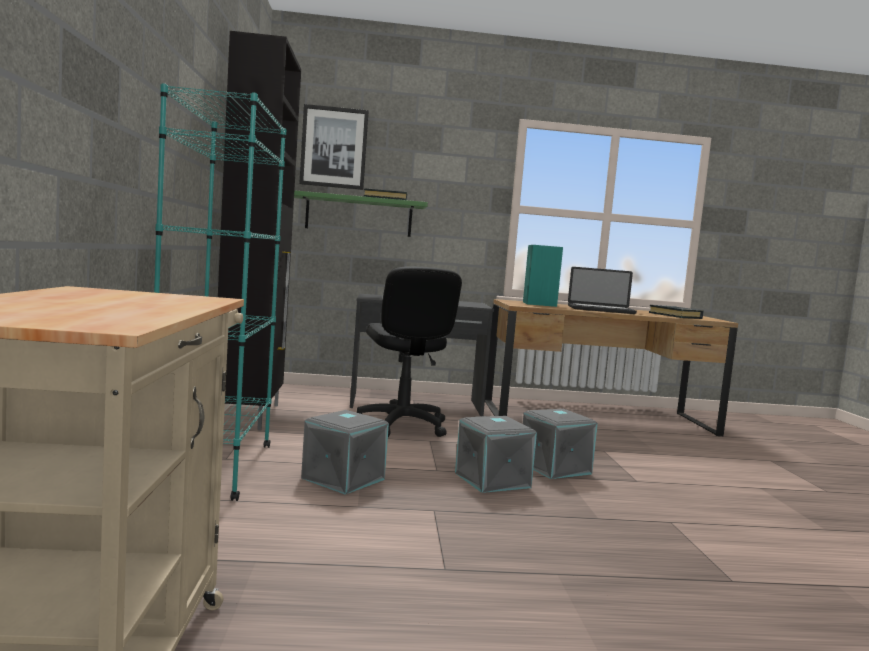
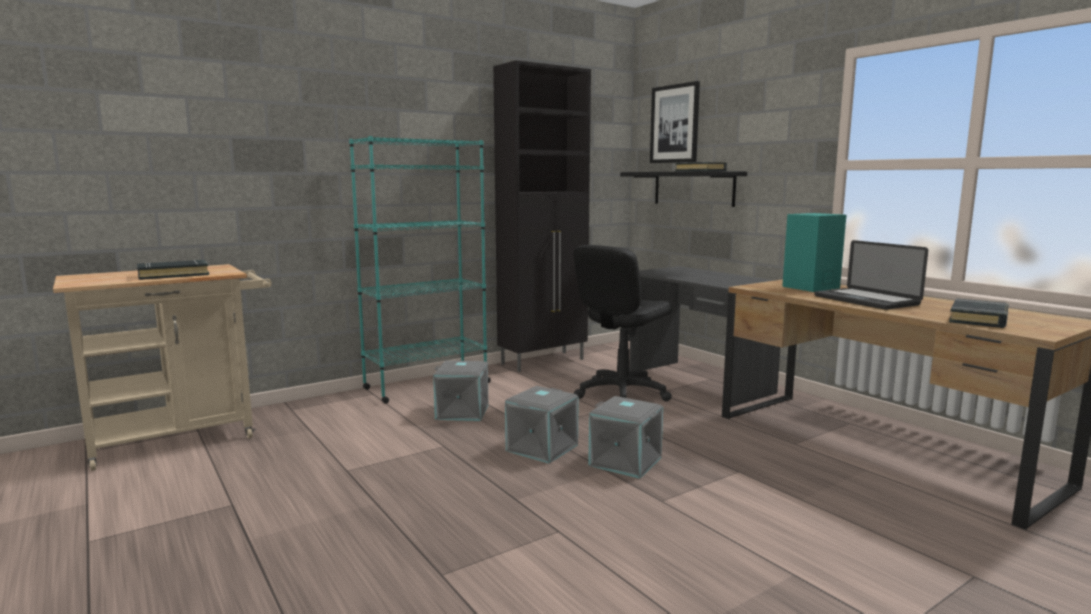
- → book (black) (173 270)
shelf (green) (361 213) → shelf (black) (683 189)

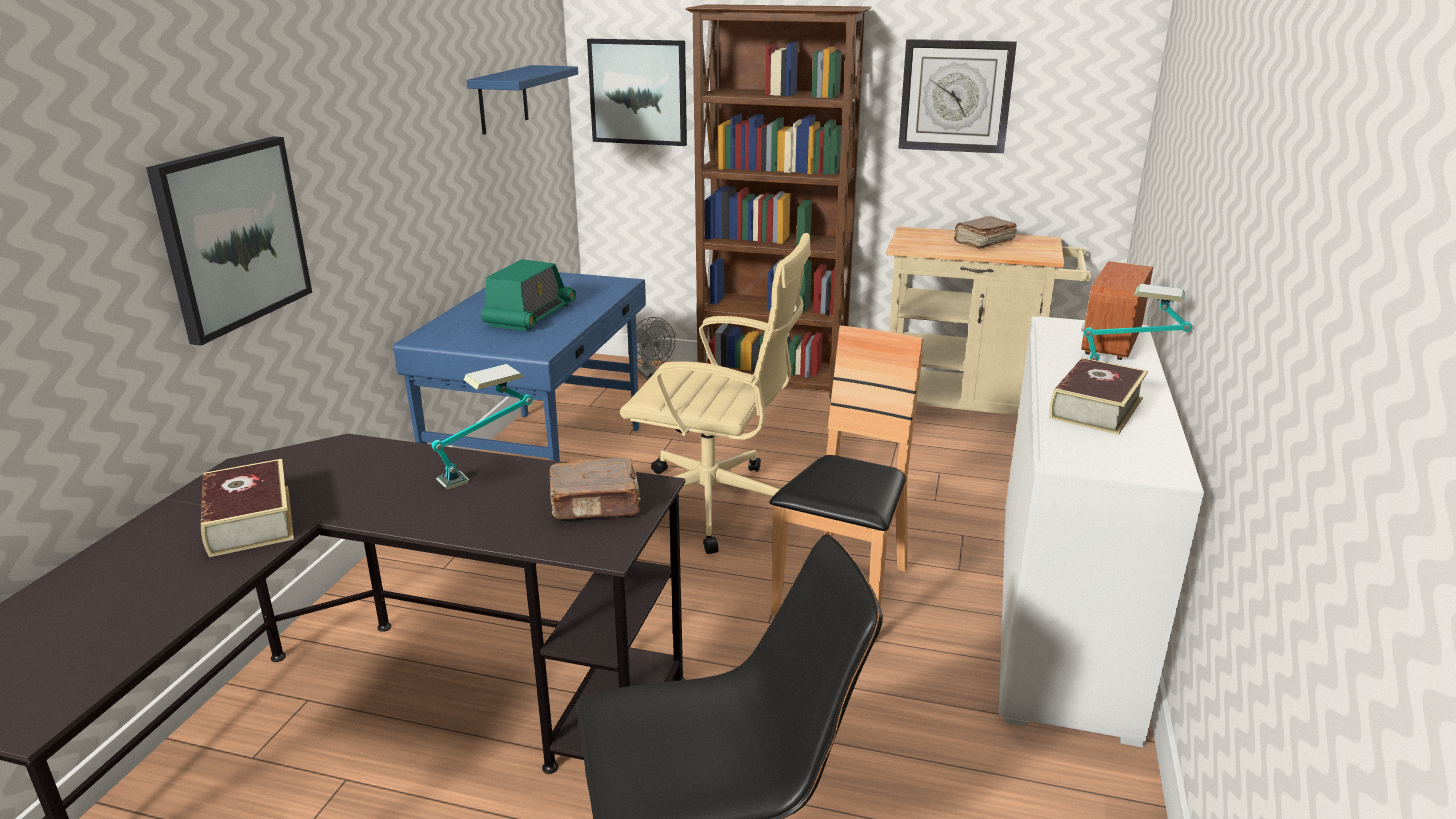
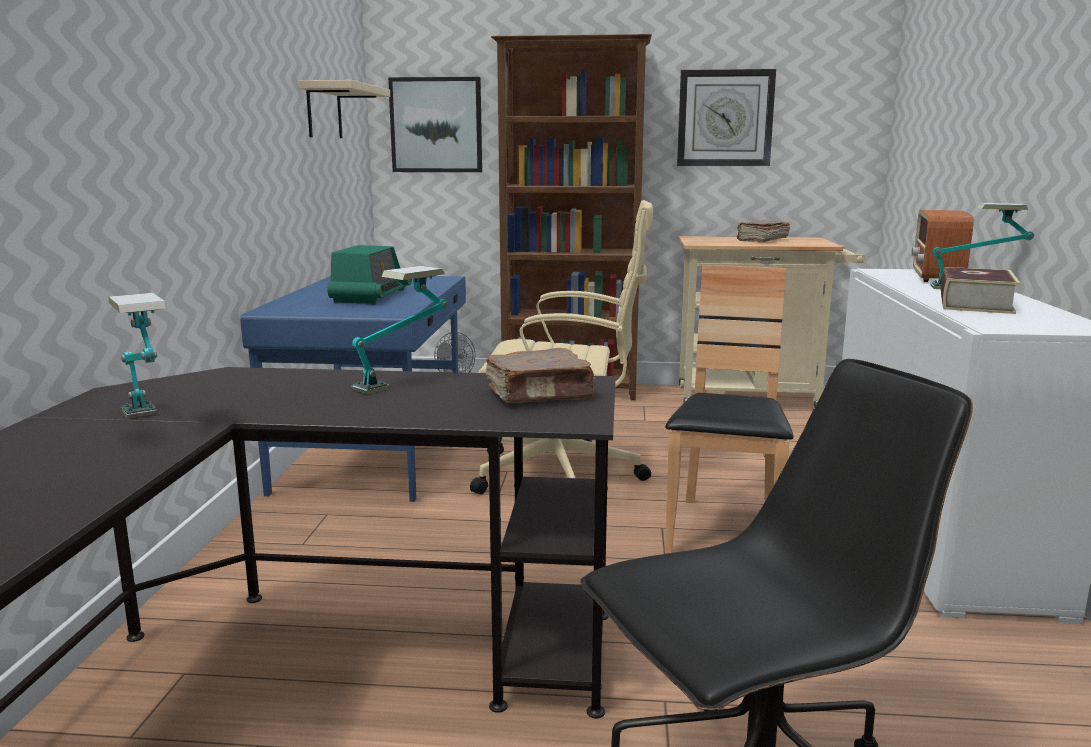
book (247 508) → table lamp (137 356)
shelf (blue) (522 100) → shelf (beige) (344 109)
picture (229 241) → -

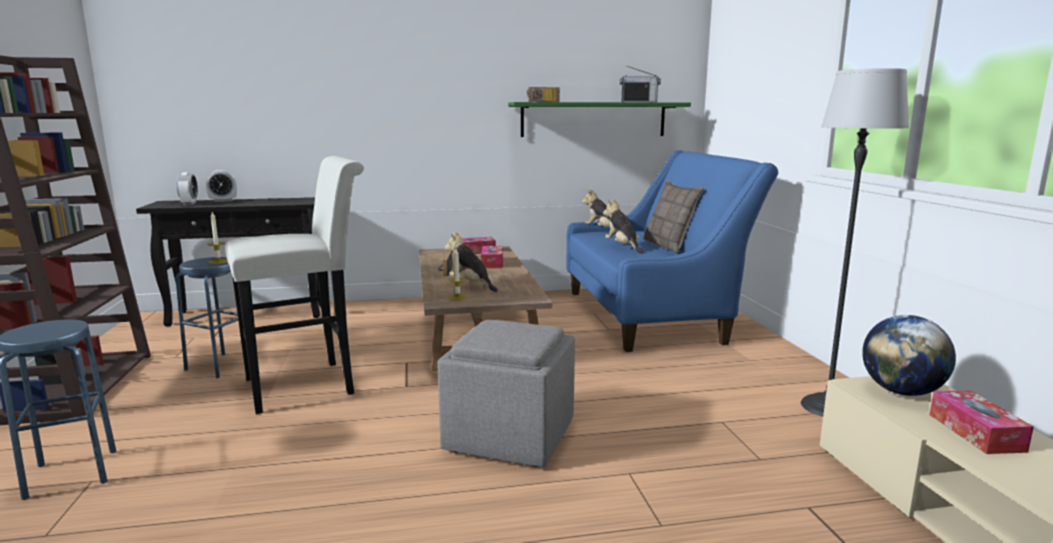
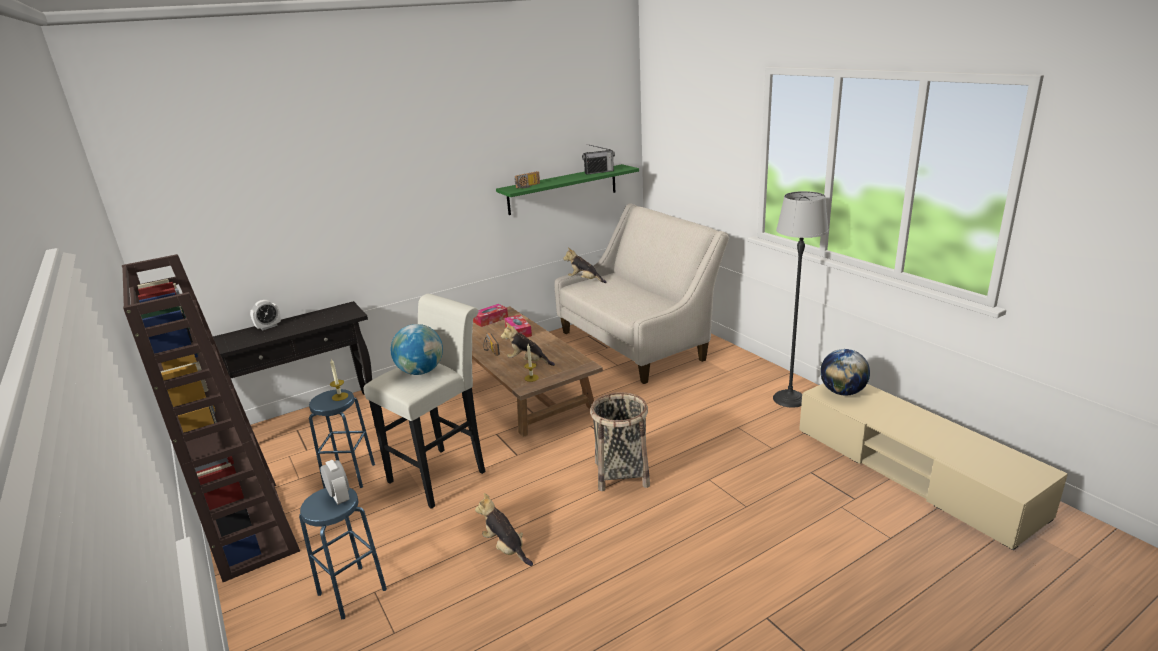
alarm clock (187 189) → alarm clock (334 482), move
- → globe (417 349)
plush toy (623 226) → plush toy (504 529), move
sofa (blue) (672 251) → sofa (beige) (642 293)
ottoman (grey) (506 393) → basket (620 441)
pillow (674 216) → -
tissue box (981 422) → -

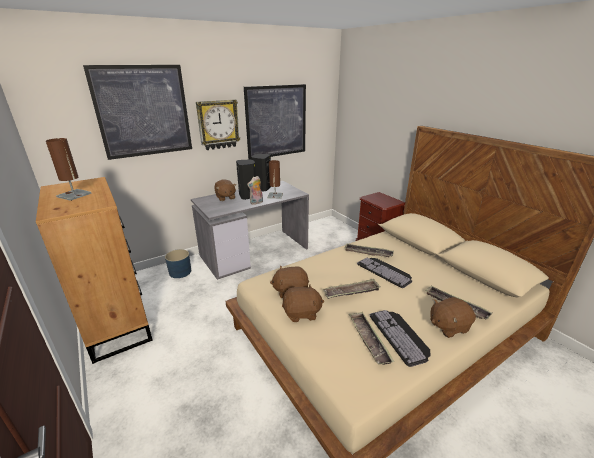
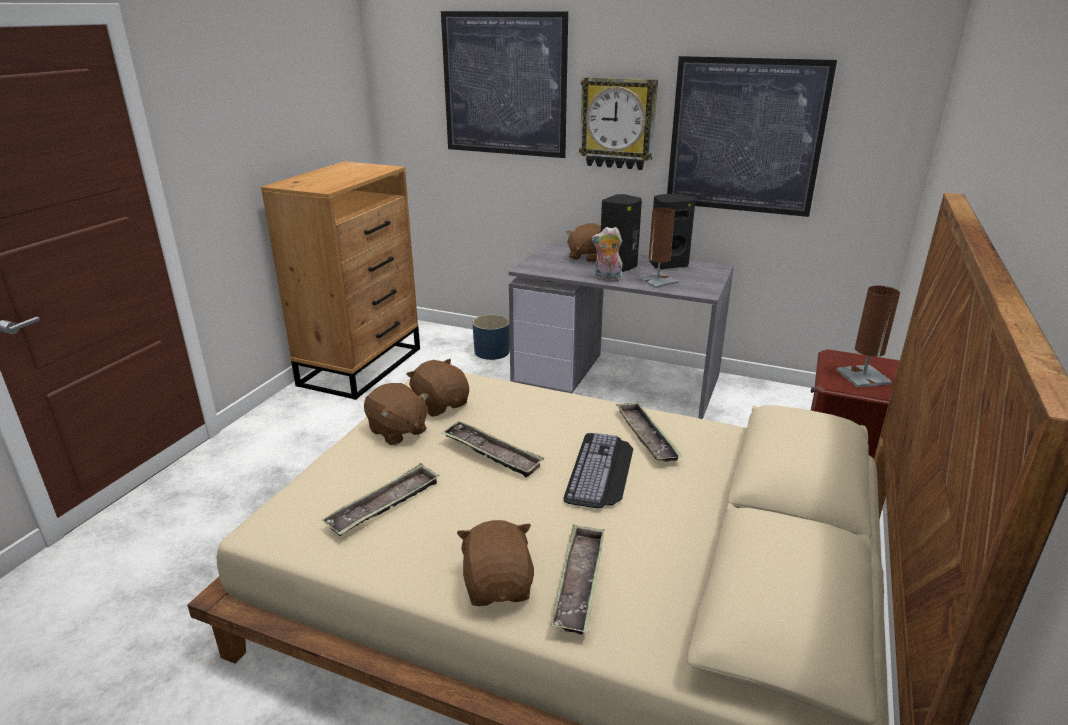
plush toy (brown) (453 317) → plush toy (brown) (495 563), 45 degrees clockwise
table lamp (brown) (69 169) → table lamp (brown) (868 336), move
keyboard (400 338) → -

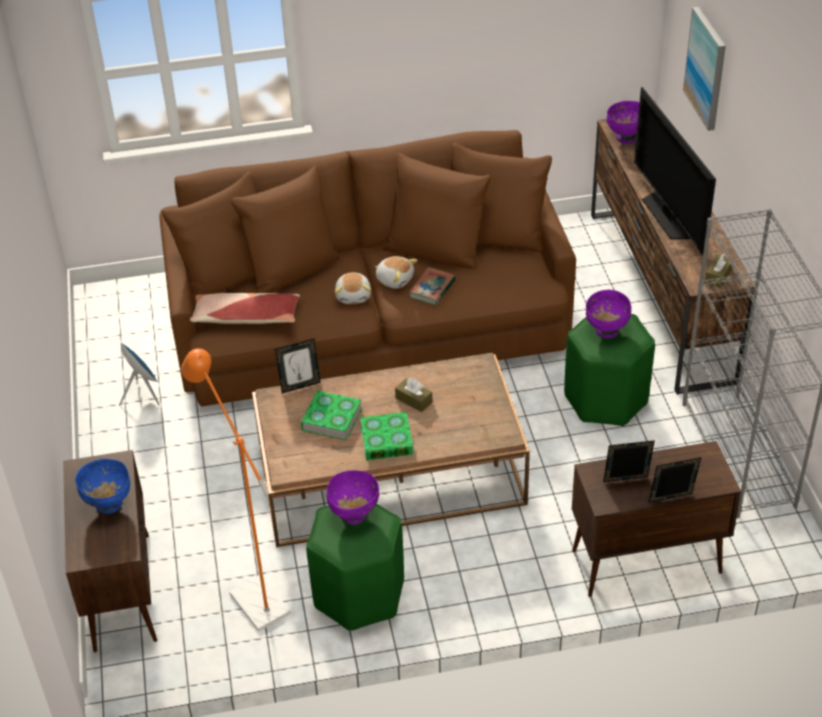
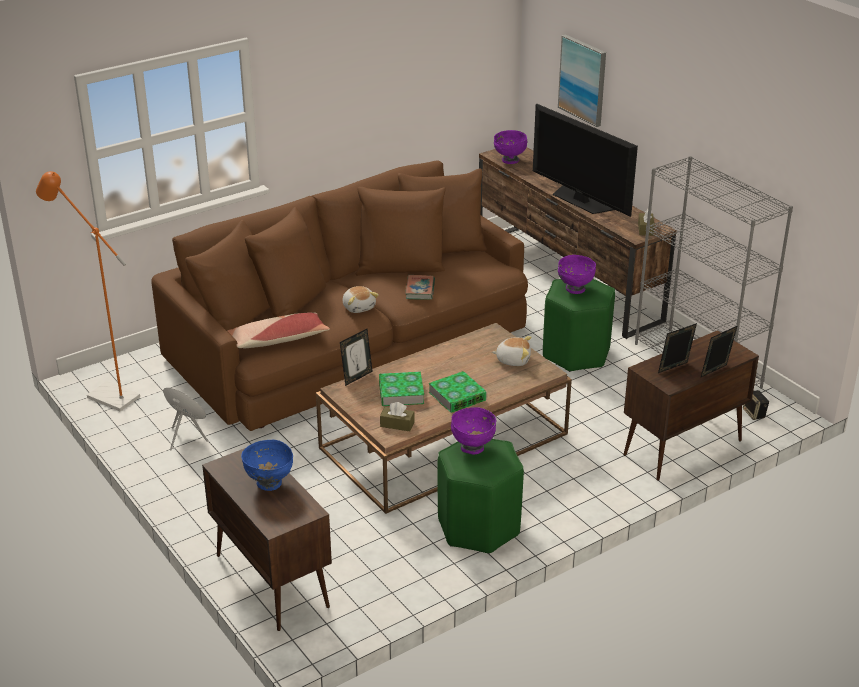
floor lamp (orange) (236 490) → floor lamp (orange) (88 291), move
tissue box (brown) (413 395) → tissue box (brown) (397 416), move
plush toy (396 272) → plush toy (512 351), move
- → speaker (756 405)

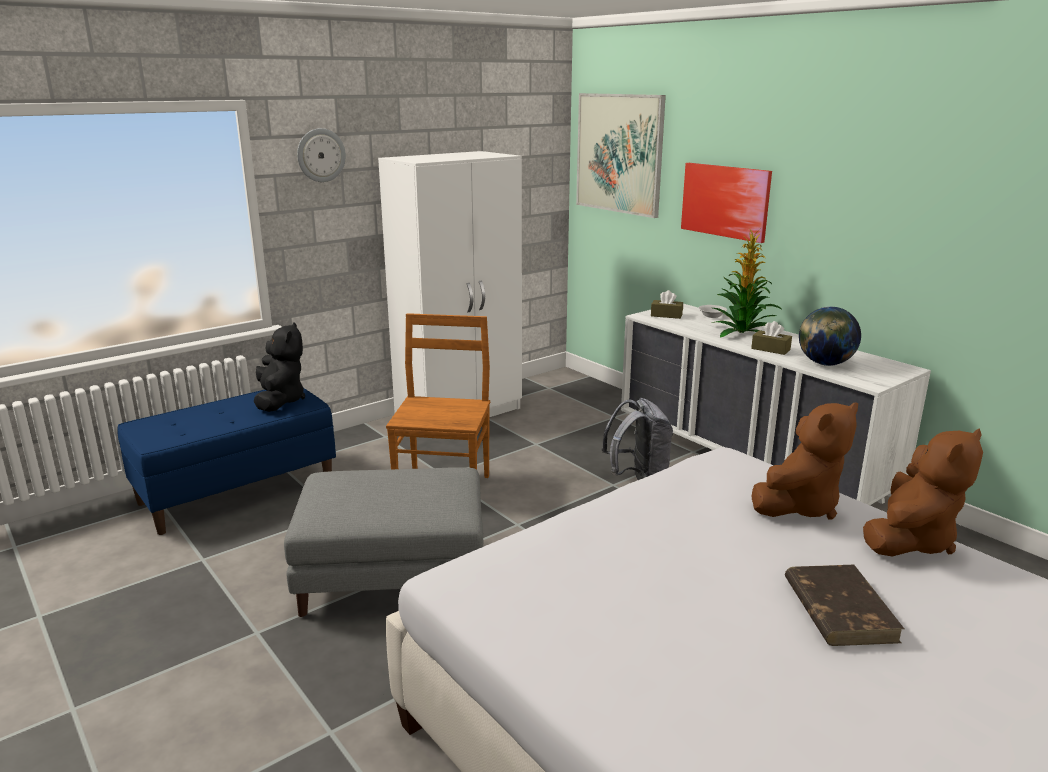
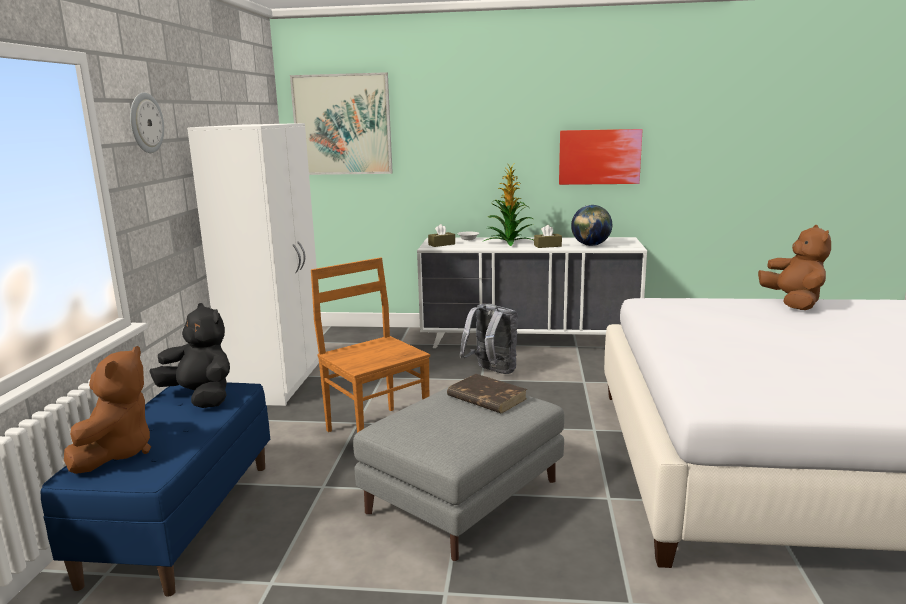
plush toy (brown) (805 460) → plush toy (brown) (107 410), move
book (brown) (844 605) → book (brown) (487 393), move
picture (726 203) → picture (601 157), move

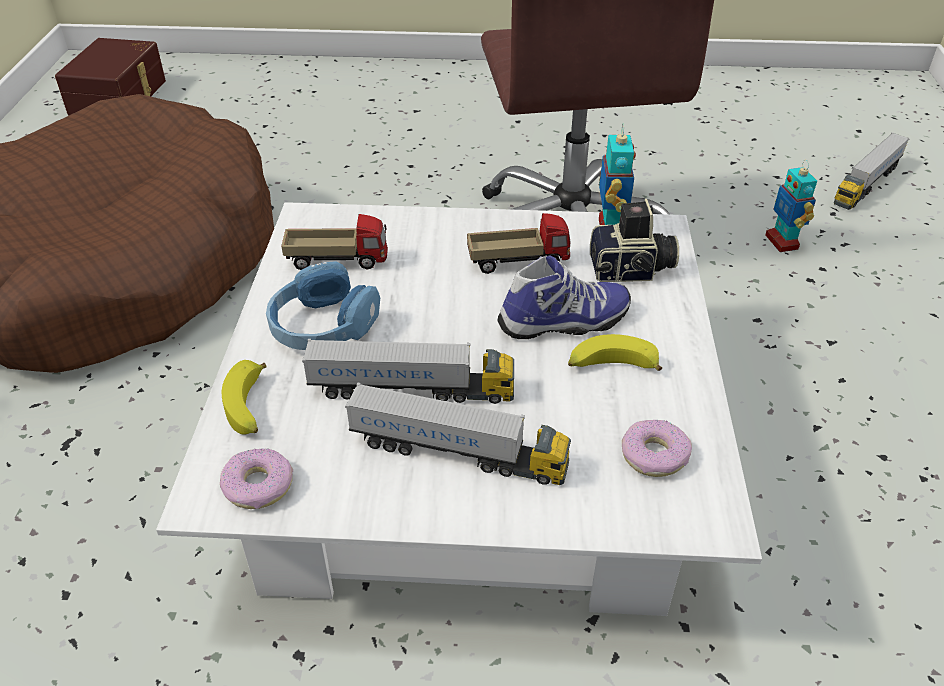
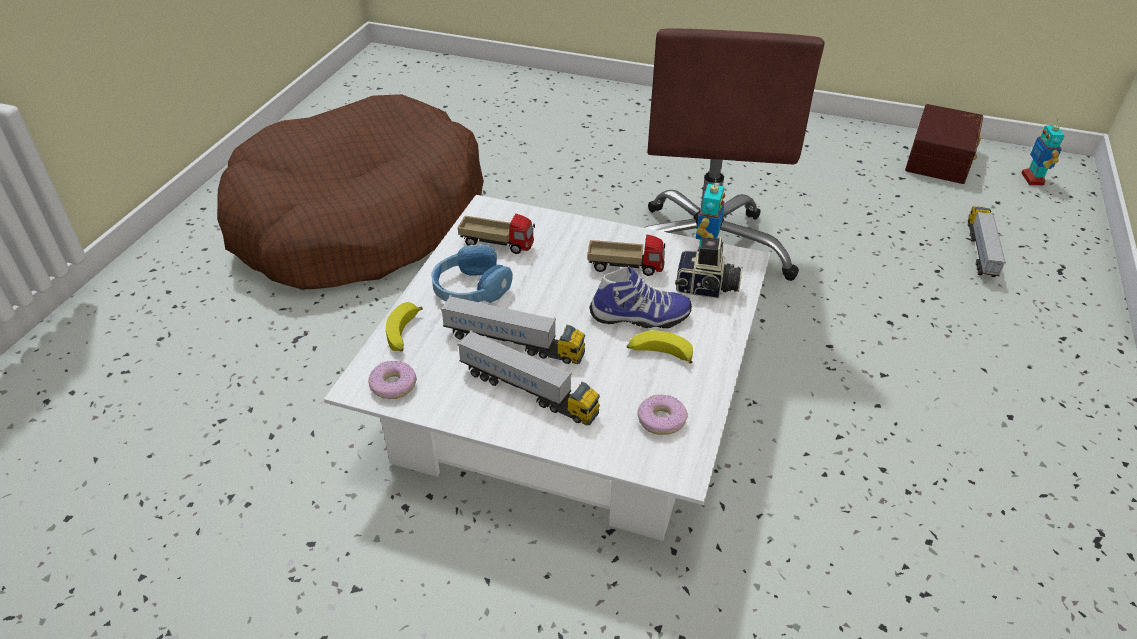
storage box (brown) (110 76) → storage box (brown) (944 144), move
toy truck (872 171) → toy truck (987 241), 135 degrees clockwise
toy robot (791 206) → toy robot (1043 152), move

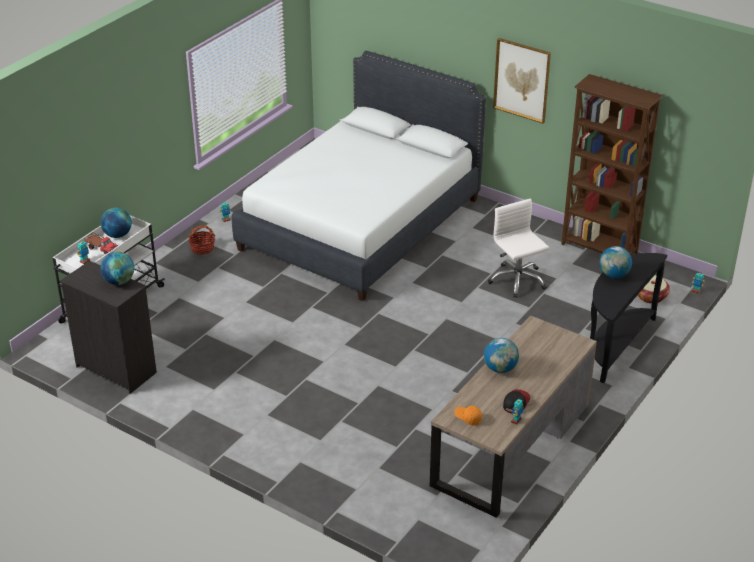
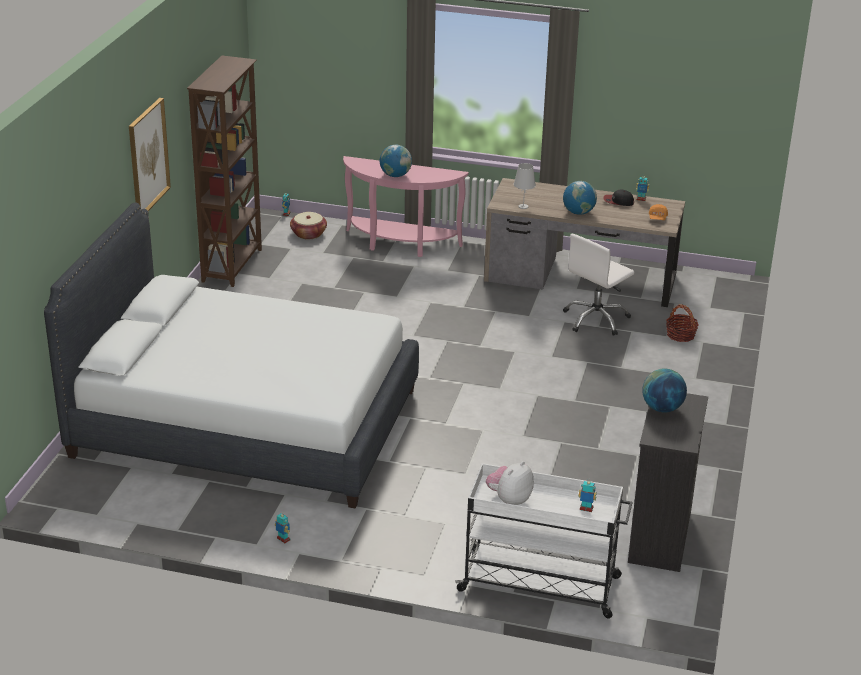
console table (black) (628 318) → console table (pink) (406 206)
globe (116 223) → plush toy (510 483)
- → table lamp (white) (525 186)
office chair (white) (518 248) → office chair (white) (598 285), move
basket (201 240) → basket (682 323), move
toy truck (101 243) → -

